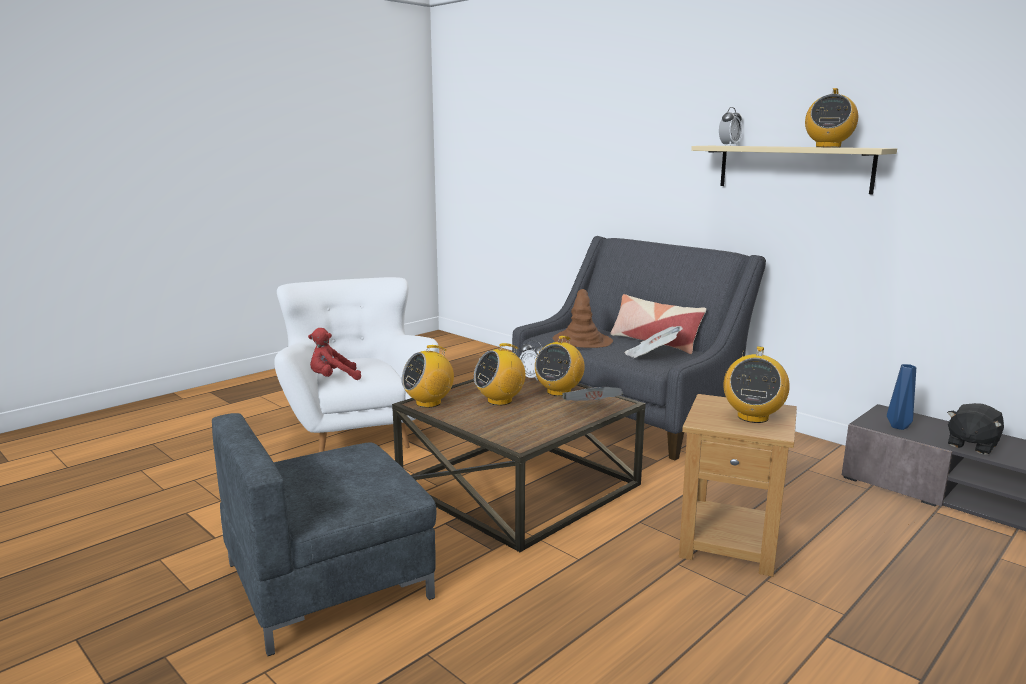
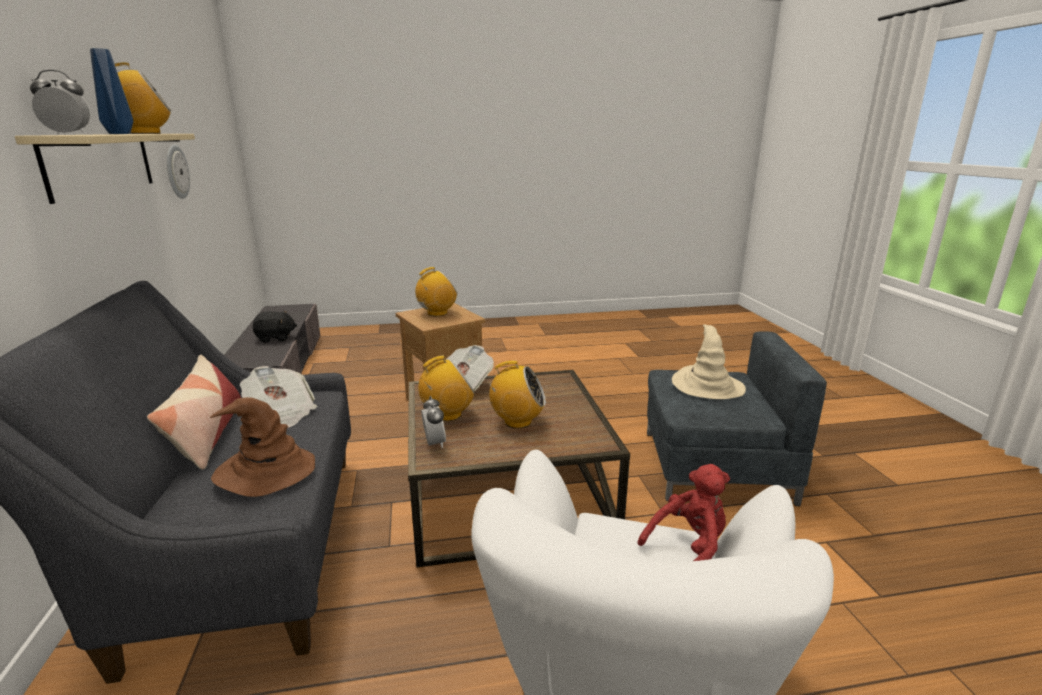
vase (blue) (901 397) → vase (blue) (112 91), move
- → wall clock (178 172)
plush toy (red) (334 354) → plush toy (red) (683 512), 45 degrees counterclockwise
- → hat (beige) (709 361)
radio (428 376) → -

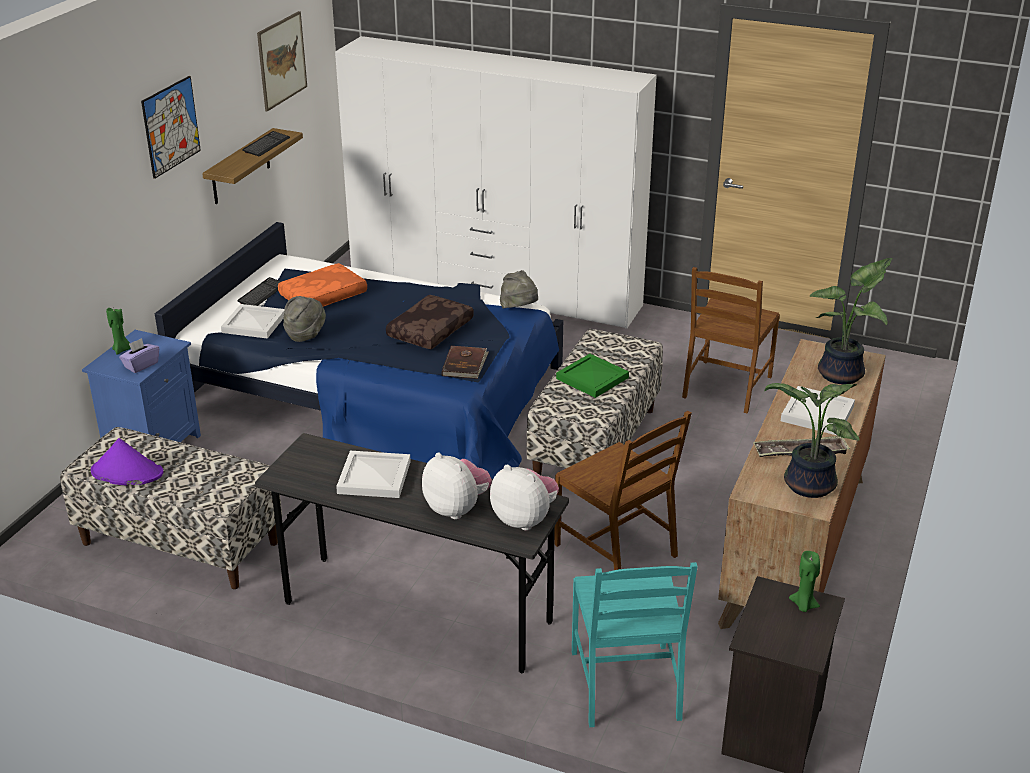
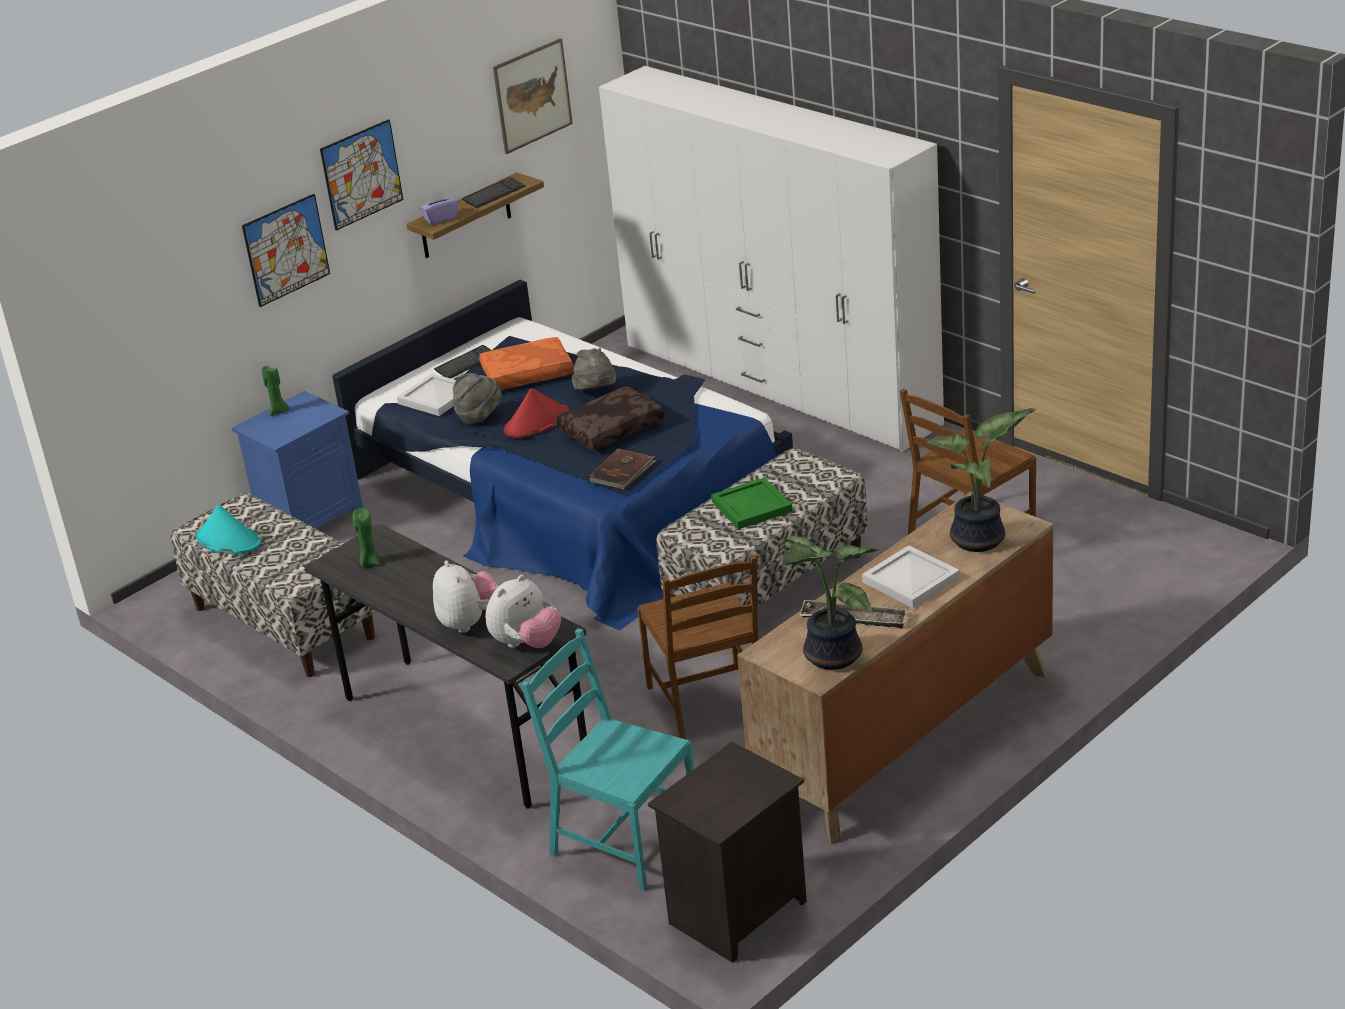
hat (purple) (127 461) → hat (turquoise) (228 529)
- → picture (286 250)
candle (green) (804 581) → candle (green) (366 537), move
tissue box (purple) (139 355) → tissue box (purple) (439 208), move
plush toy (524 498) → plush toy (523 611), 75 degrees clockwise
- → hat (red) (536 413)
chair (turquoise) (635 644) → chair (turquoise) (607 760), 105 degrees clockwise
hat (grey) (519 289) → hat (grey) (594 368), move
tray (white) (373 474) → -

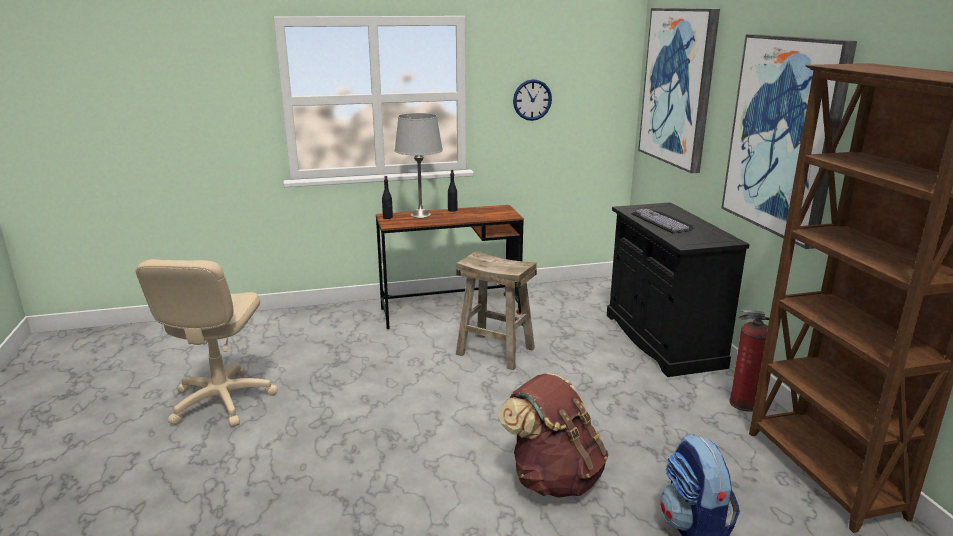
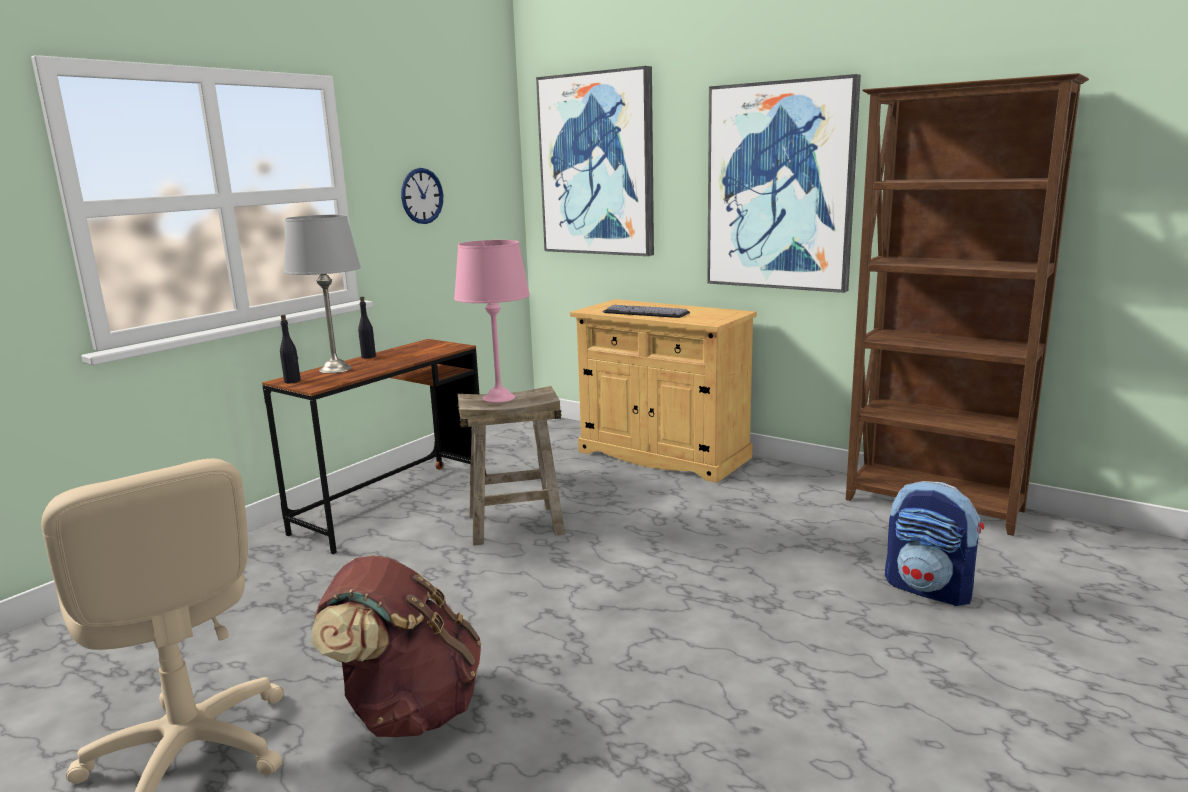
backpack (brown) (554 435) → backpack (brown) (396 646), move
- → table lamp (pink) (492 321)
cabinet (black) (678 289) → cabinet (beige) (663 391)
fire extinguisher (749 360) → -

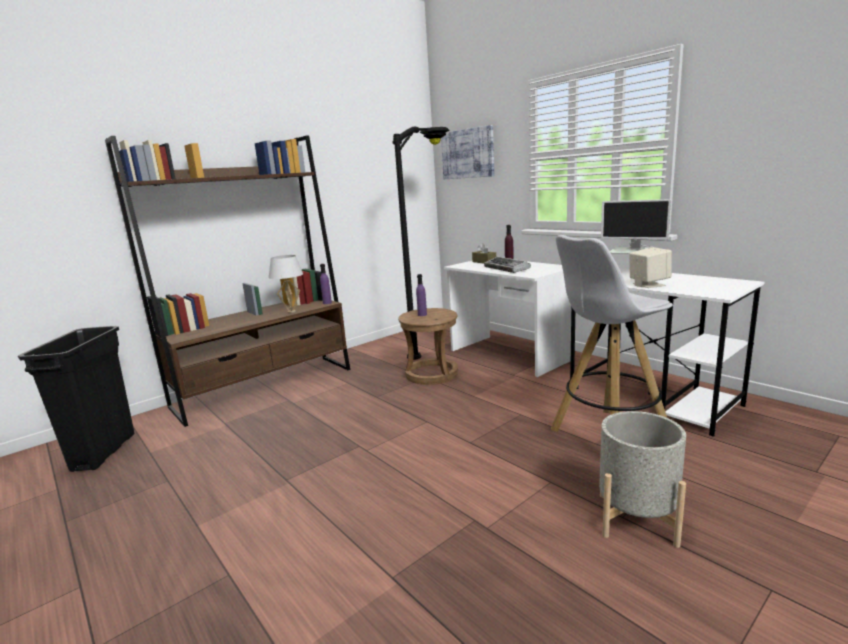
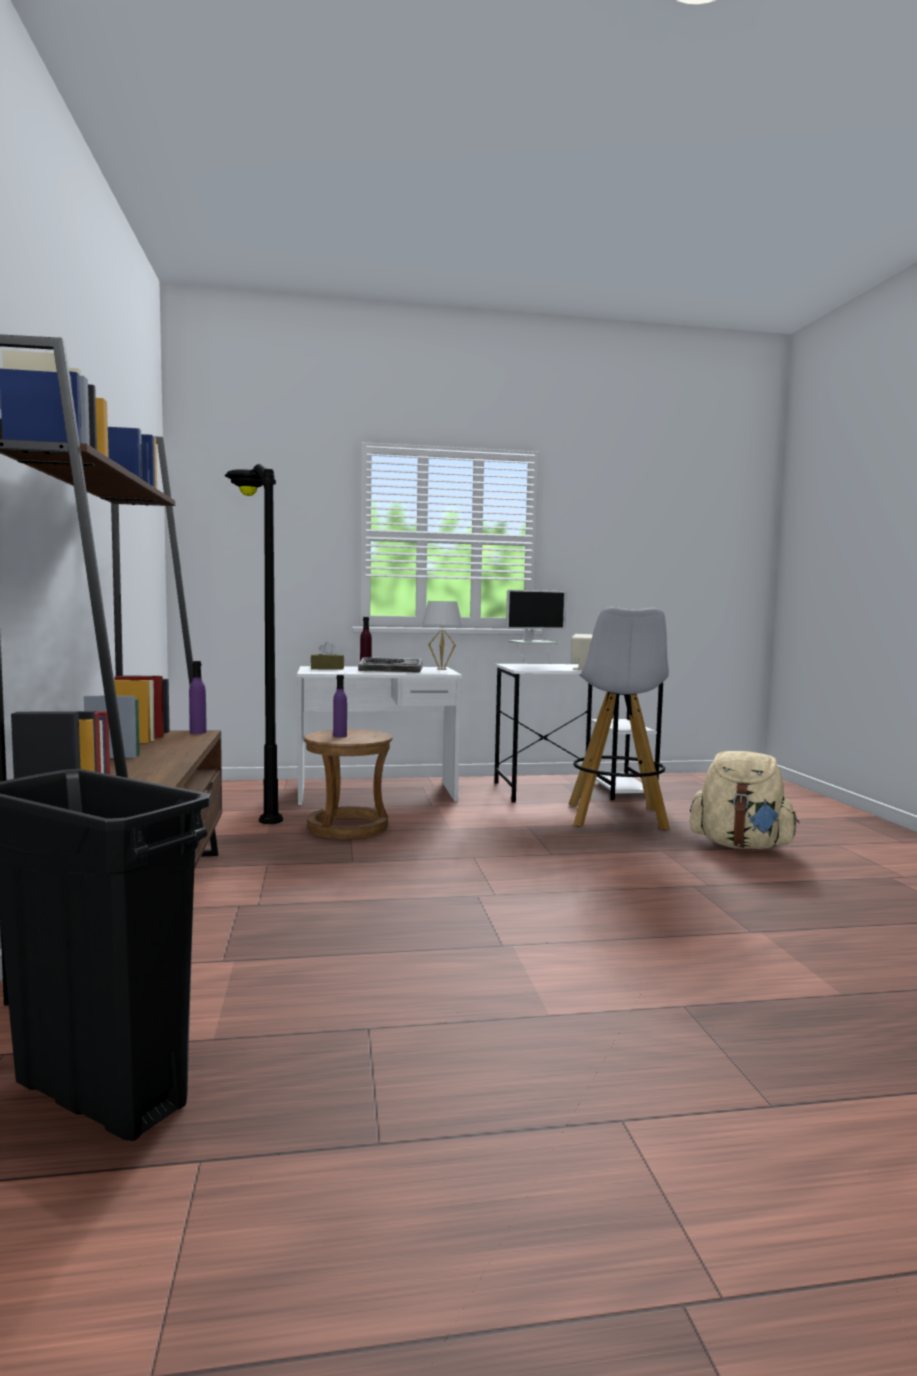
table lamp (white) (286 284) → table lamp (white) (442 635), move
planter (grey) (642 479) → backpack (beige) (744 800)
picture (467 152) → -

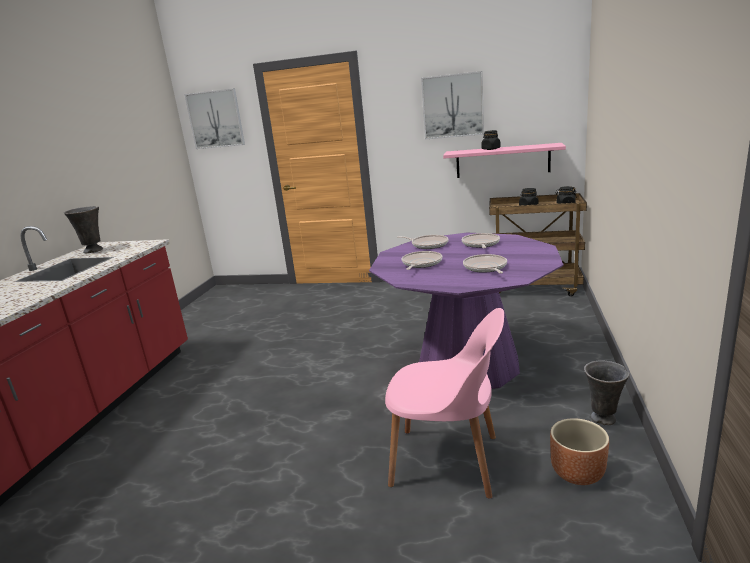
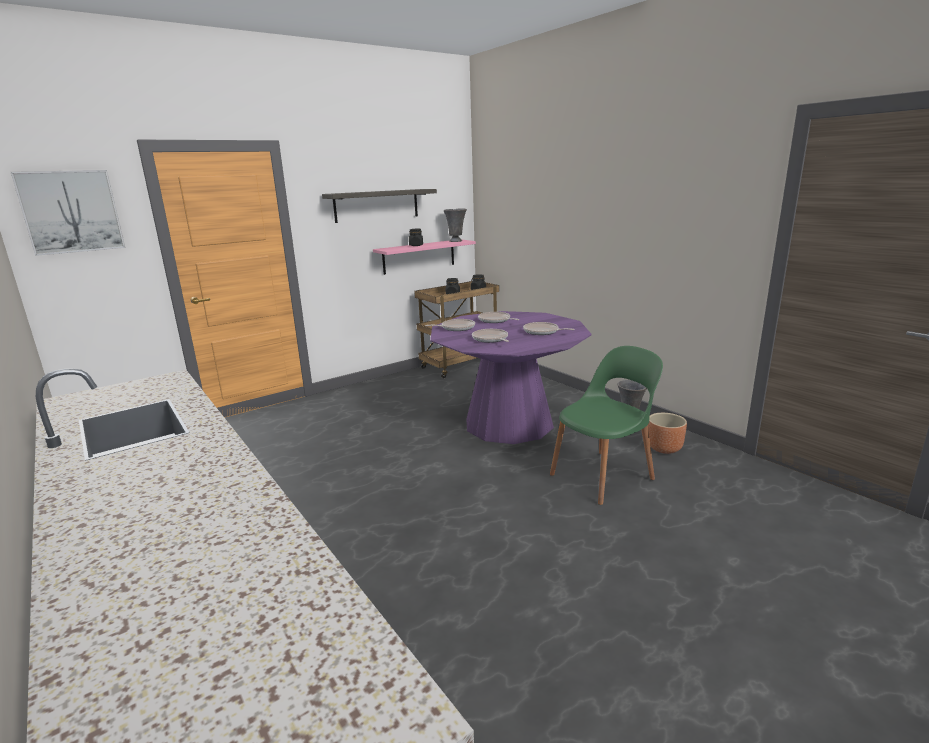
picture (452 105) → shelf (379 206)
vase (grey) (83 229) → vase (grey) (455 225), move
chair (pink) (444 403) → chair (green) (606 425)

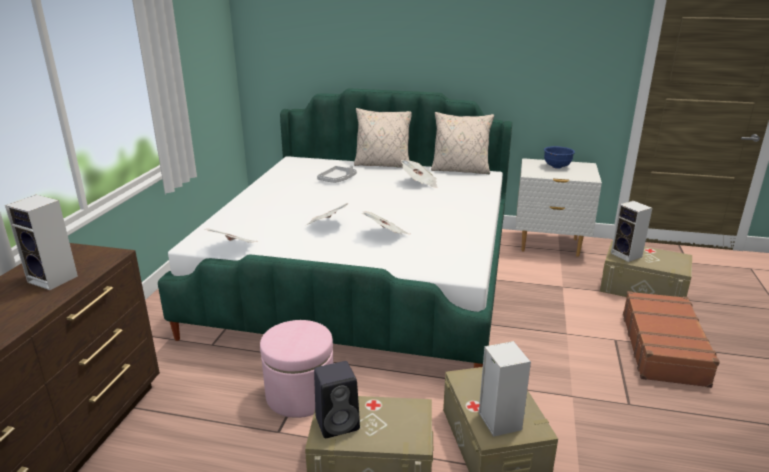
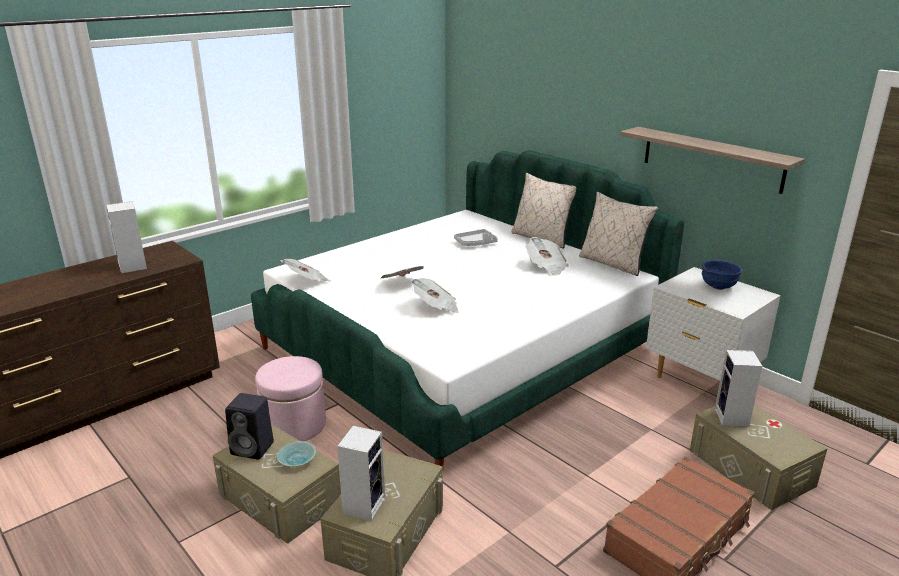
- → bowl (turquoise) (296 453)
- → shelf (712 160)

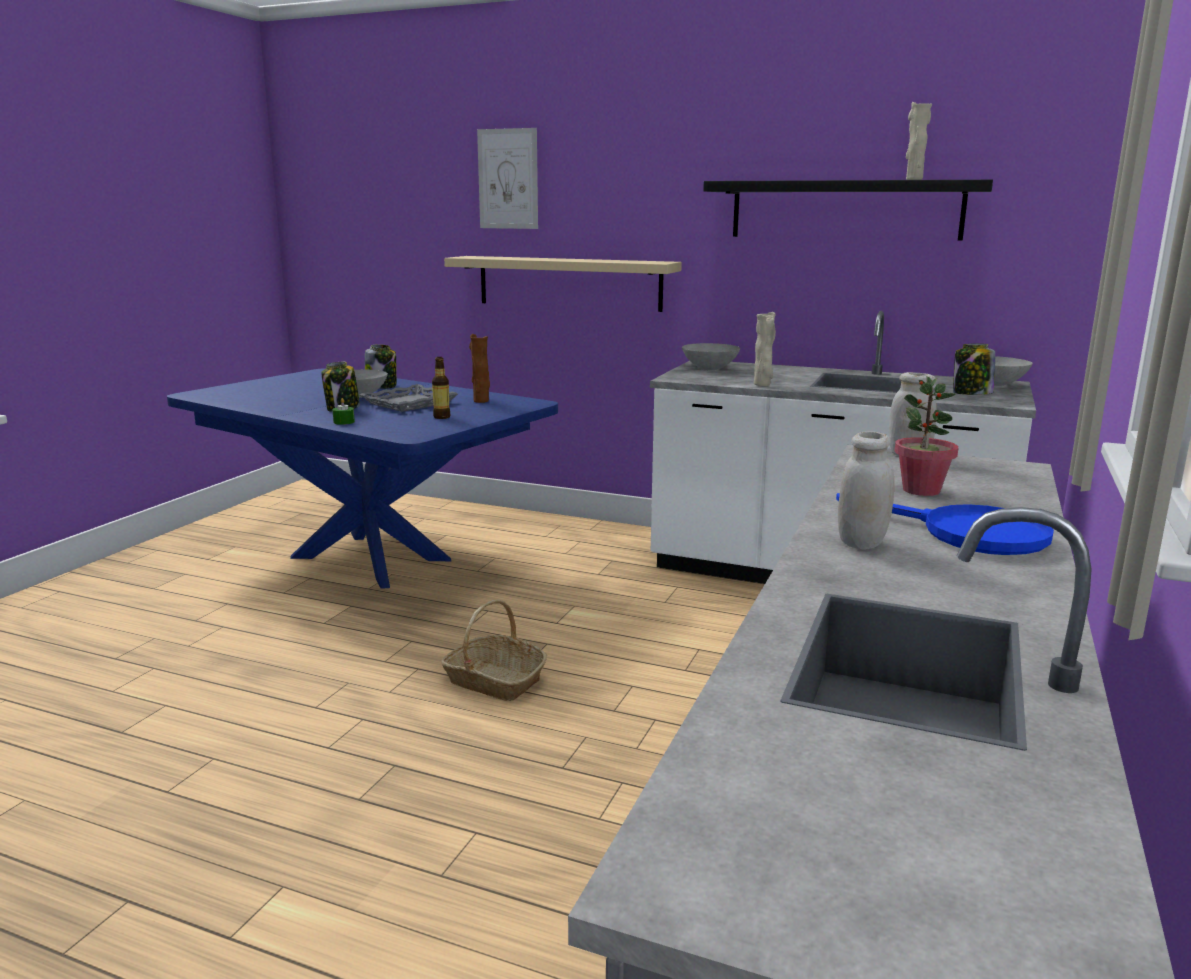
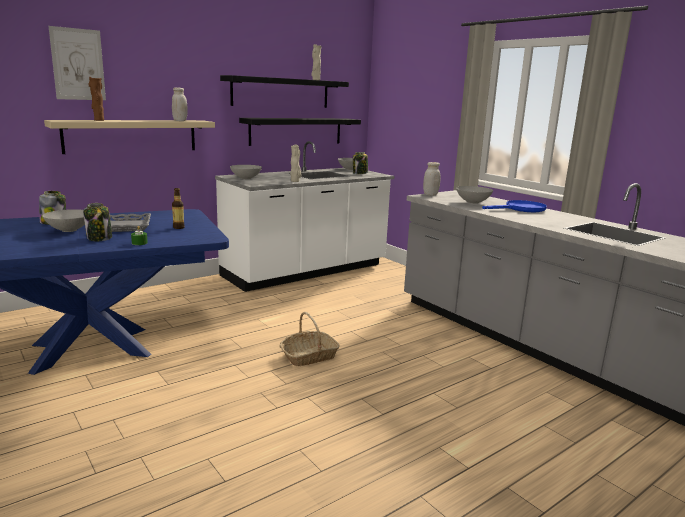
vase (brown) (479 368) → vase (brown) (96 99), move
jar (white) (866 490) → jar (white) (180 104), move
- → shelf (black) (300 132)
potted plant (926 436) → bowl (grey) (474 195)

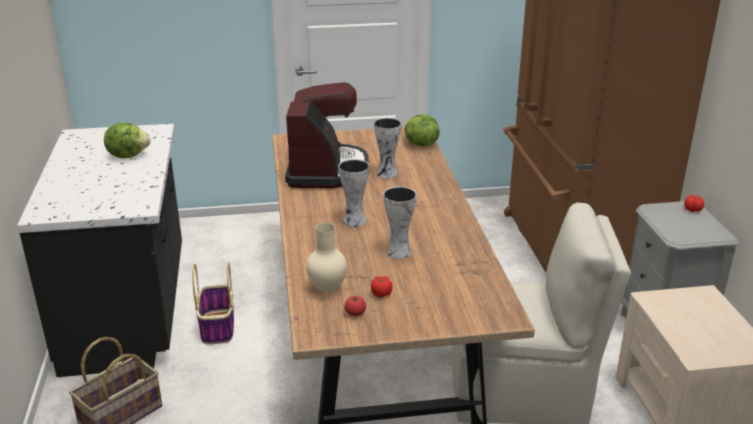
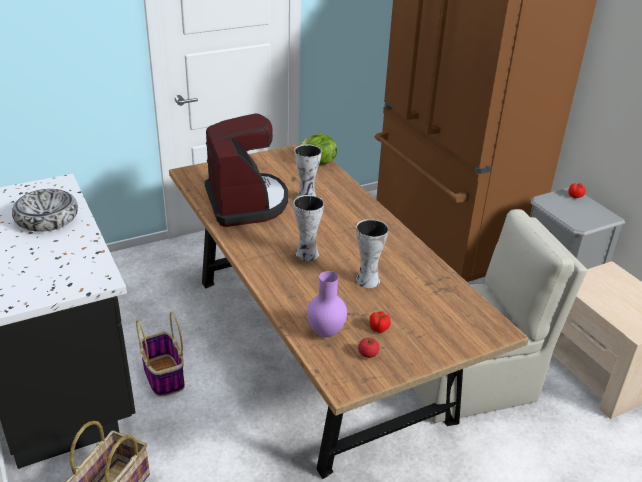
lettuce (127 140) → bowl (45 210)
vase (beige) (326 257) → vase (purple) (327 304)

